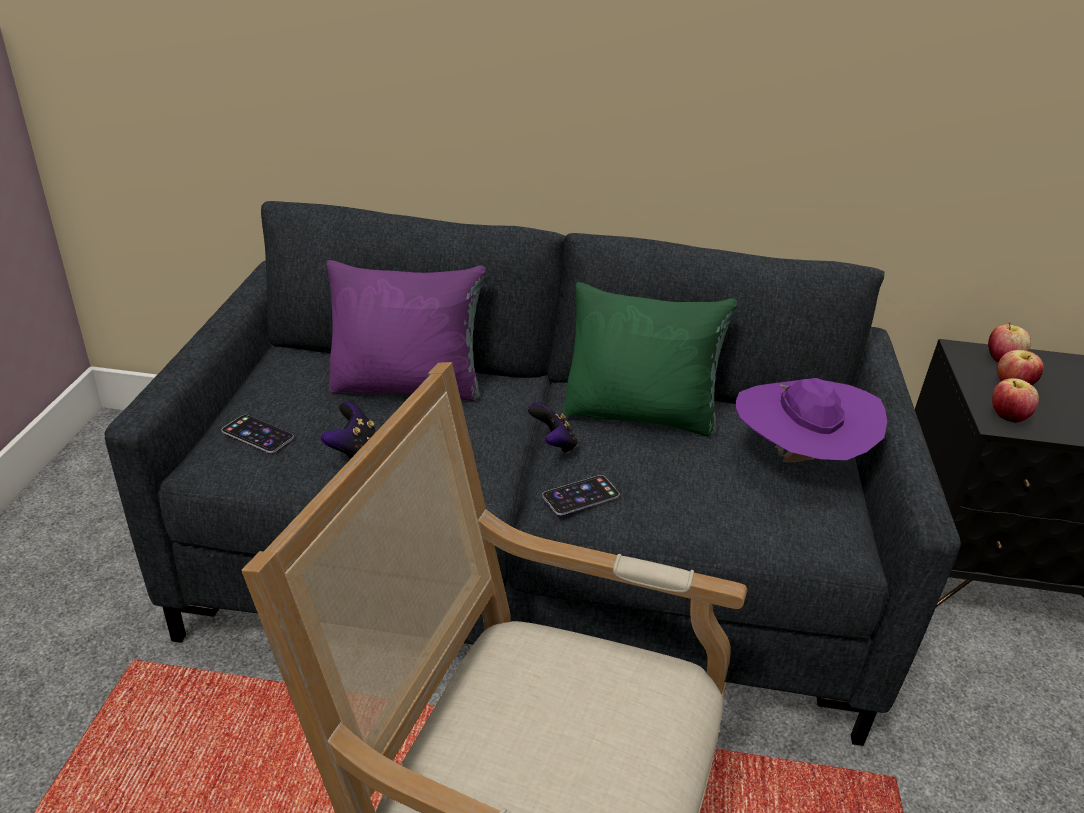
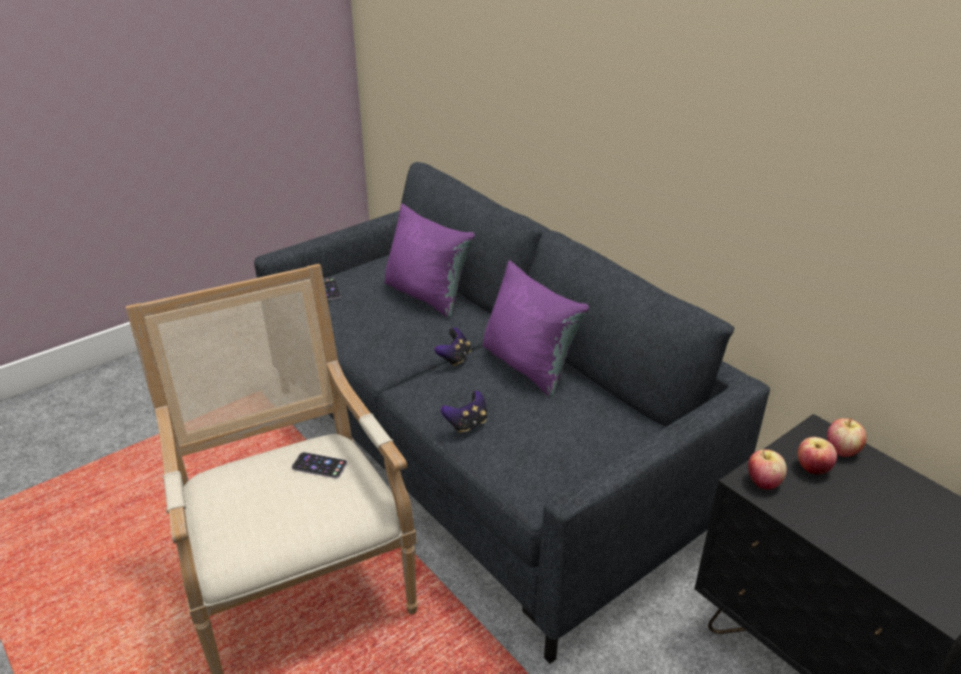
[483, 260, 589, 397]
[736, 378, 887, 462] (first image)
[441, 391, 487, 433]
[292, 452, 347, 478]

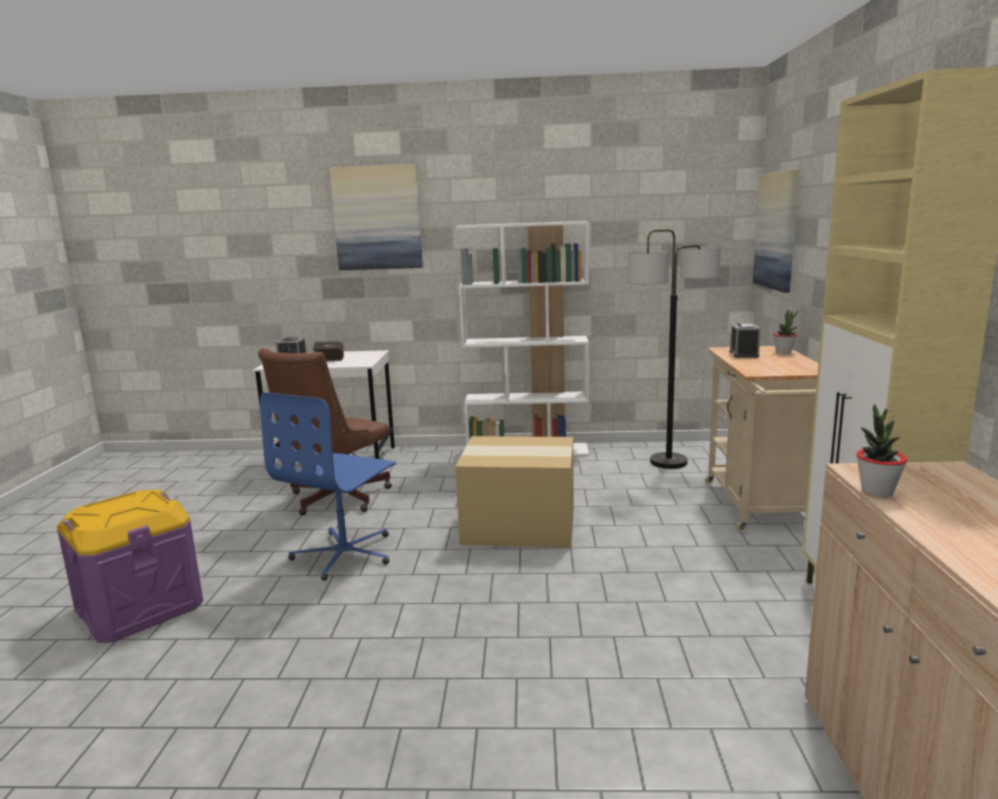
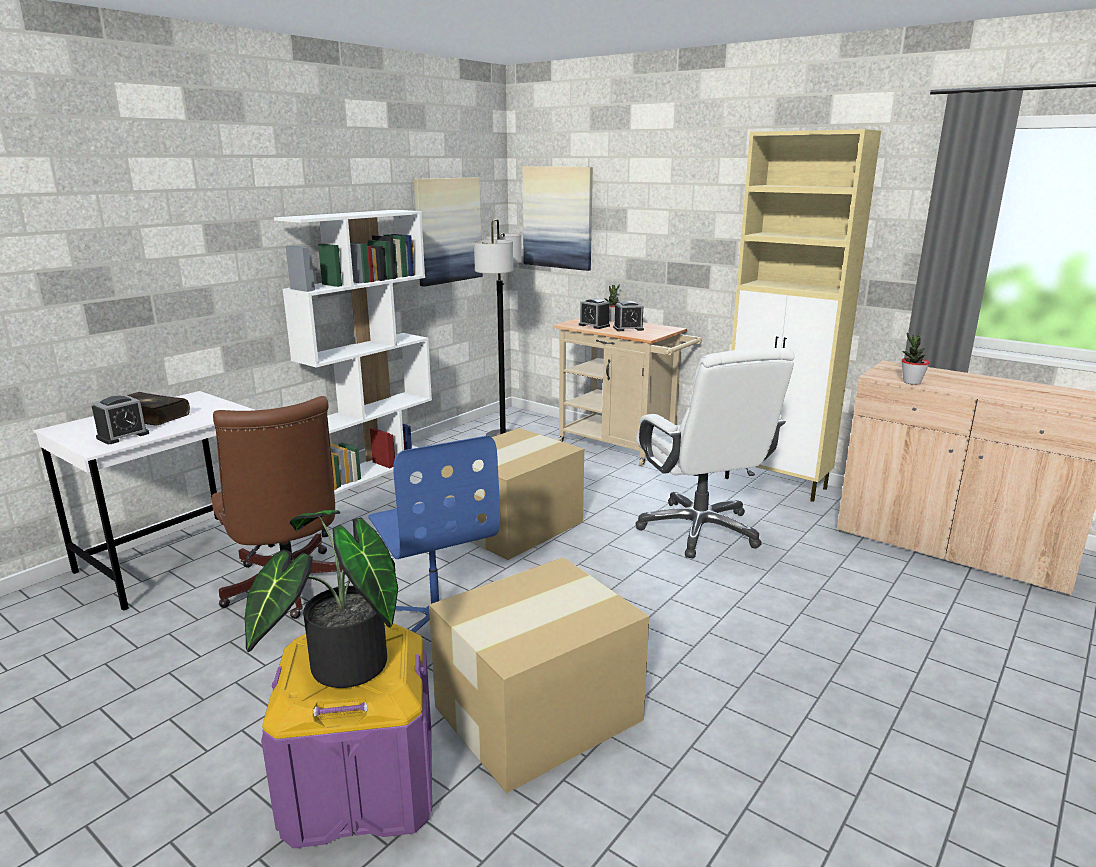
[414, 177, 483, 287]
[613, 301, 644, 331]
[636, 348, 794, 558]
[245, 510, 398, 688]
[429, 557, 649, 793]

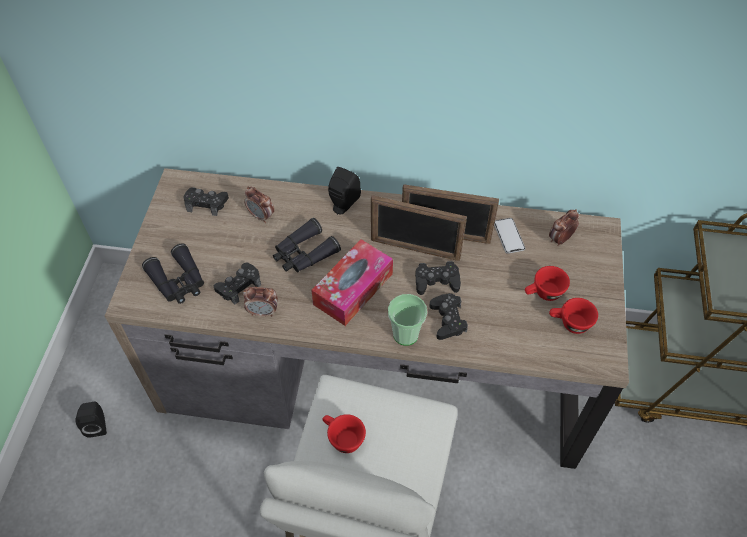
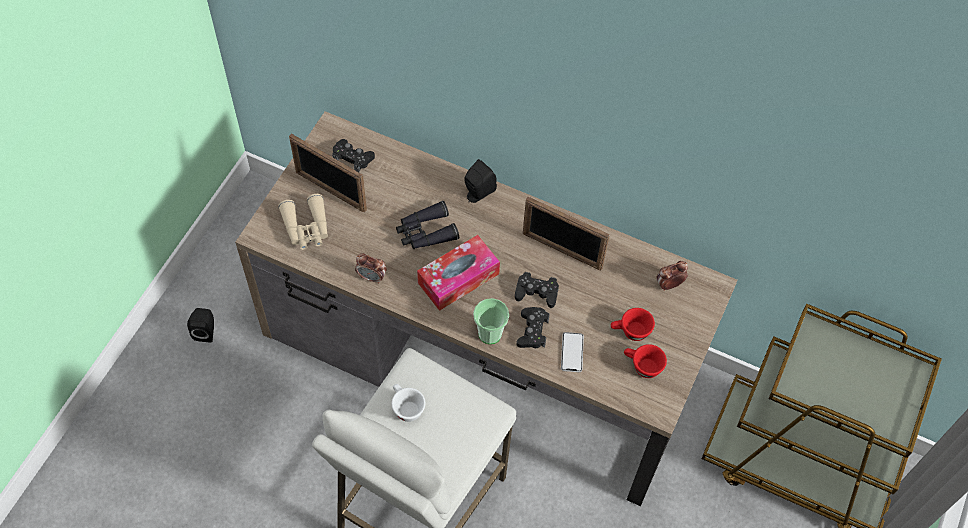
[244, 187, 274, 223] (first image)
[289, 134, 367, 212]
[561, 332, 584, 372]
[278, 194, 328, 250]
[214, 263, 261, 305] (first image)
[392, 384, 425, 422]

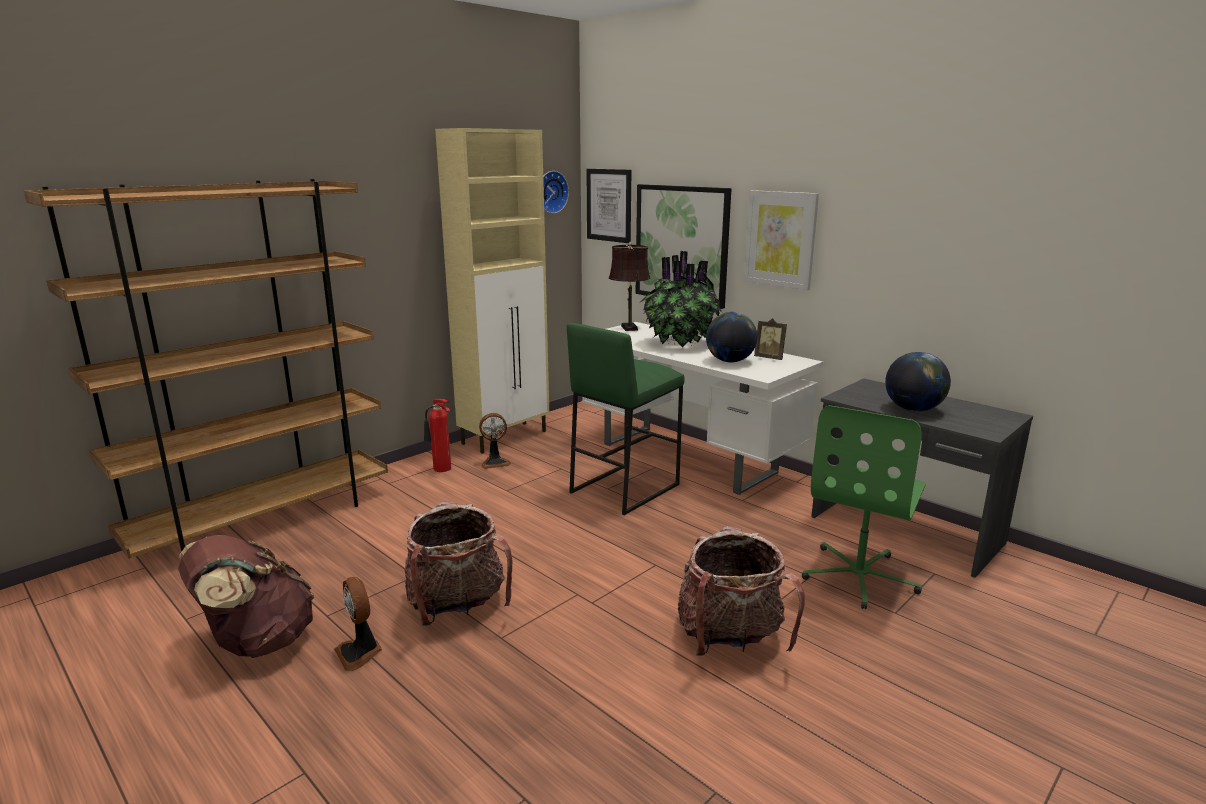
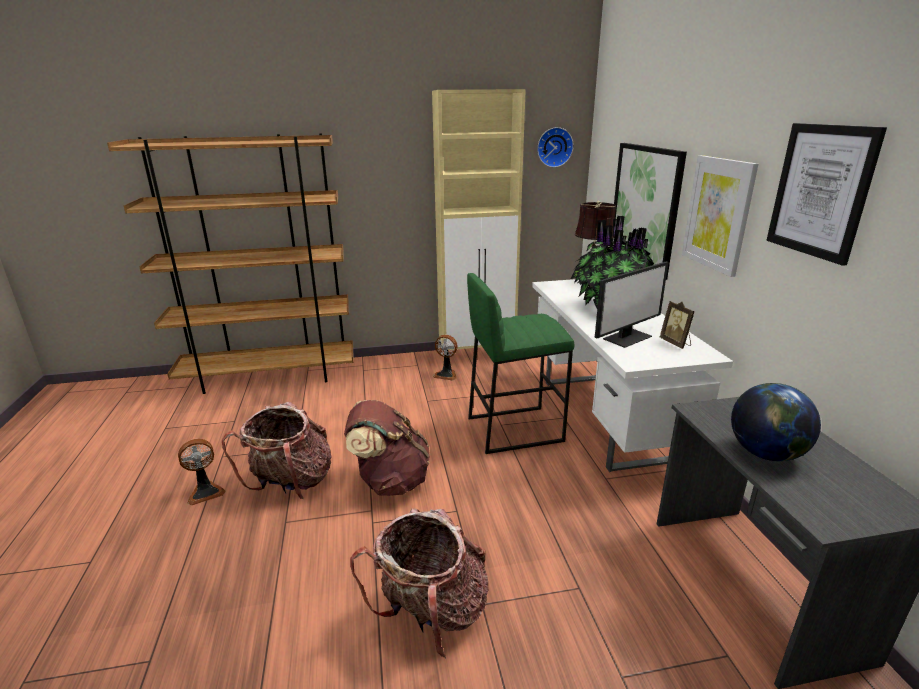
[767, 123, 887, 266]
[595, 262, 669, 348]
[424, 399, 451, 472] (first image)
[802, 405, 926, 609] (first image)
[344, 400, 430, 496]
[178, 439, 225, 506]

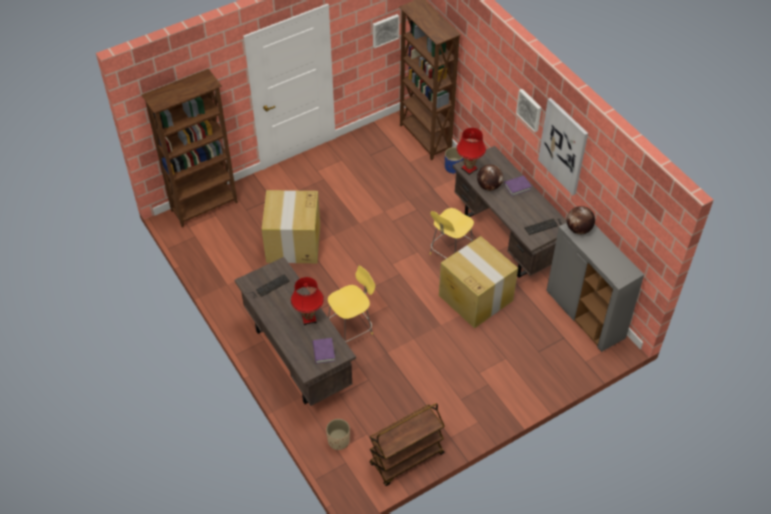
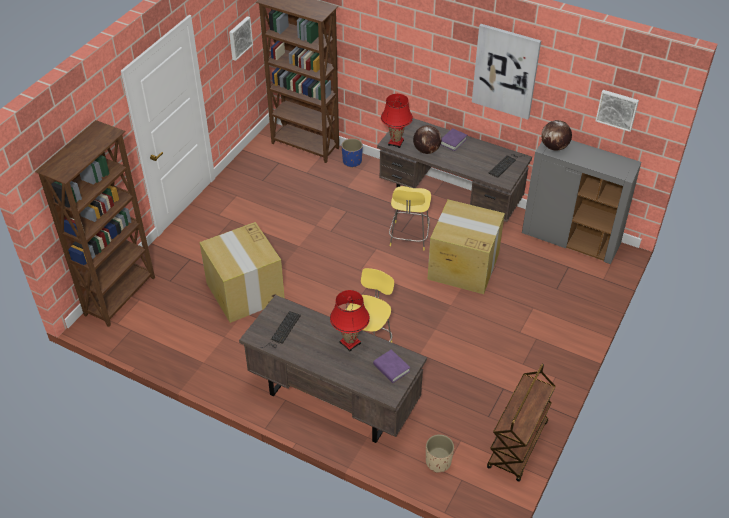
[596, 90, 639, 132]

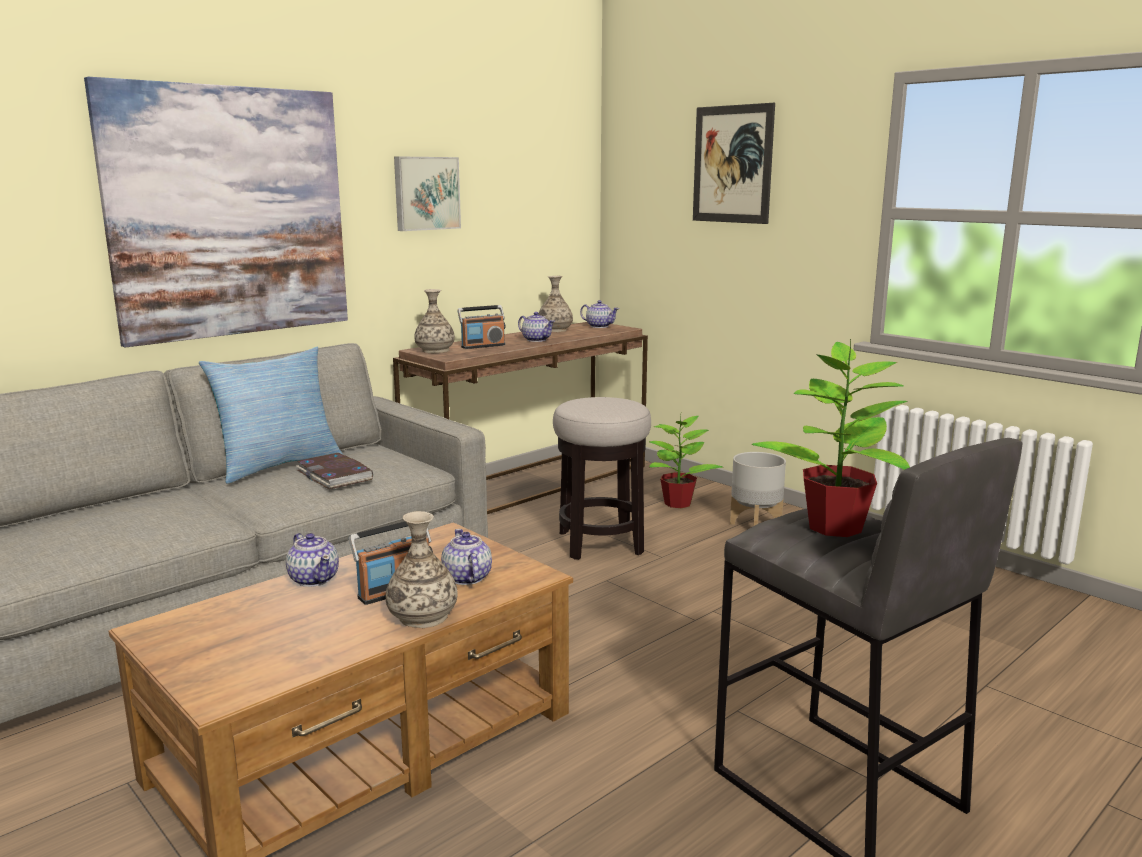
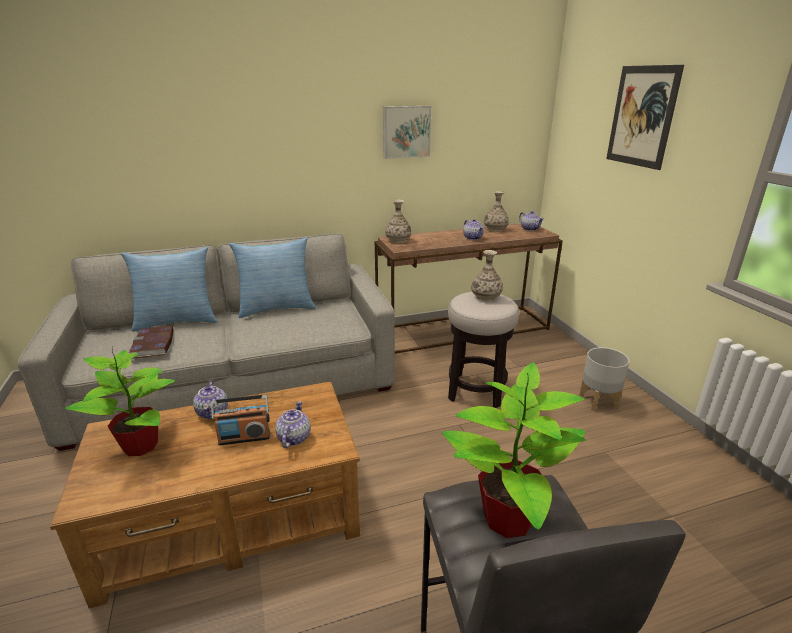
[84, 77, 348, 347] (first image)
[457, 305, 505, 349] (first image)
[65, 347, 175, 456]
[129, 326, 174, 359]
[471, 250, 503, 301]
[121, 247, 218, 332]

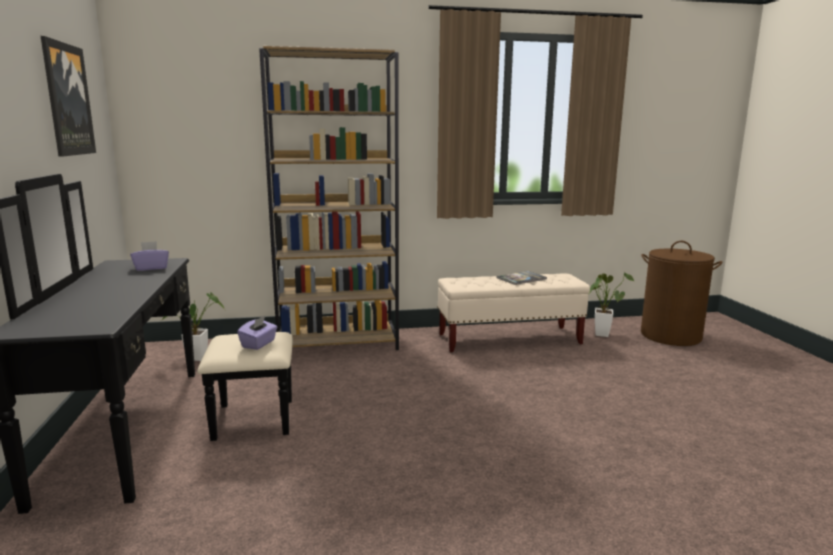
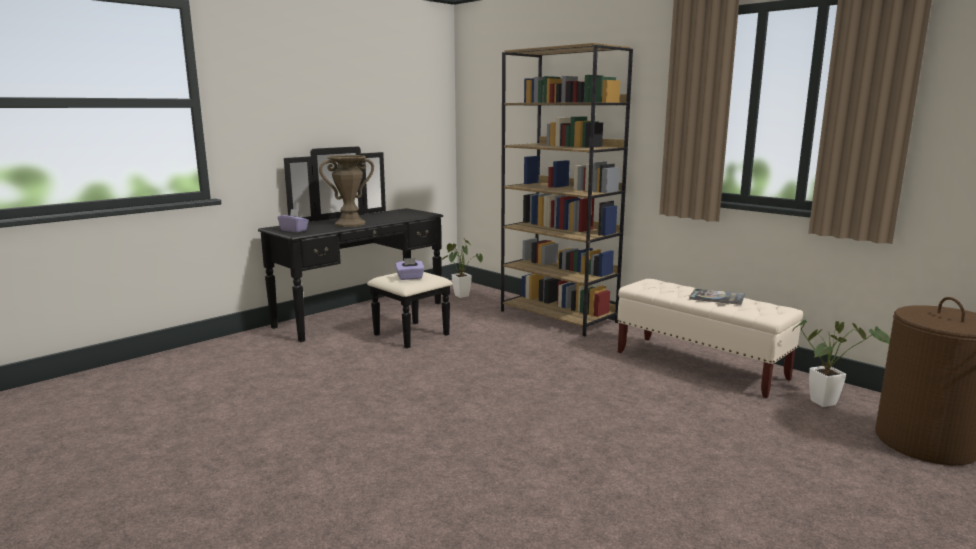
[41, 36, 96, 157] (first image)
[278, 209, 309, 232]
[319, 155, 374, 227]

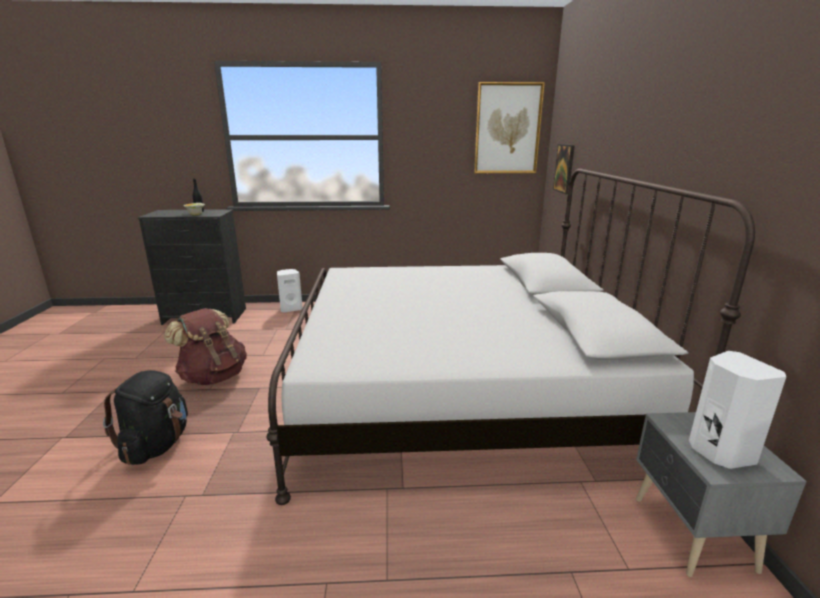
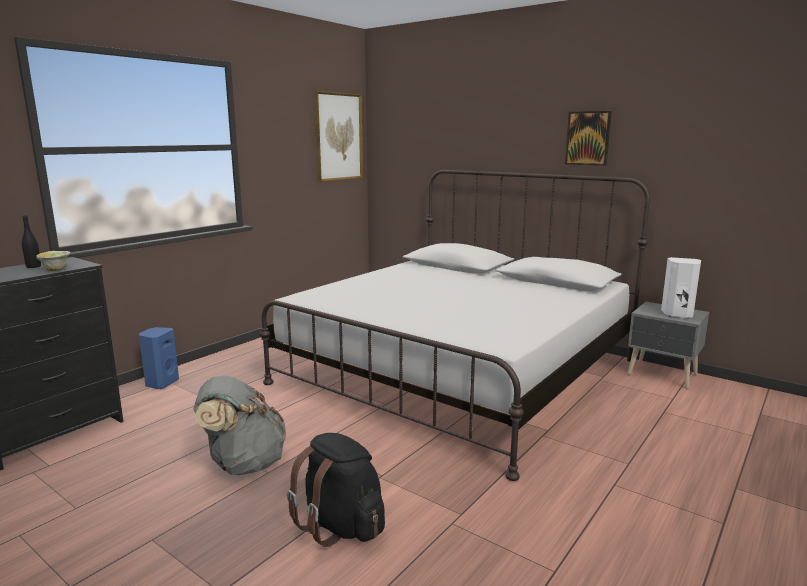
[565, 111, 612, 166]
[139, 327, 179, 389]
[193, 376, 286, 475]

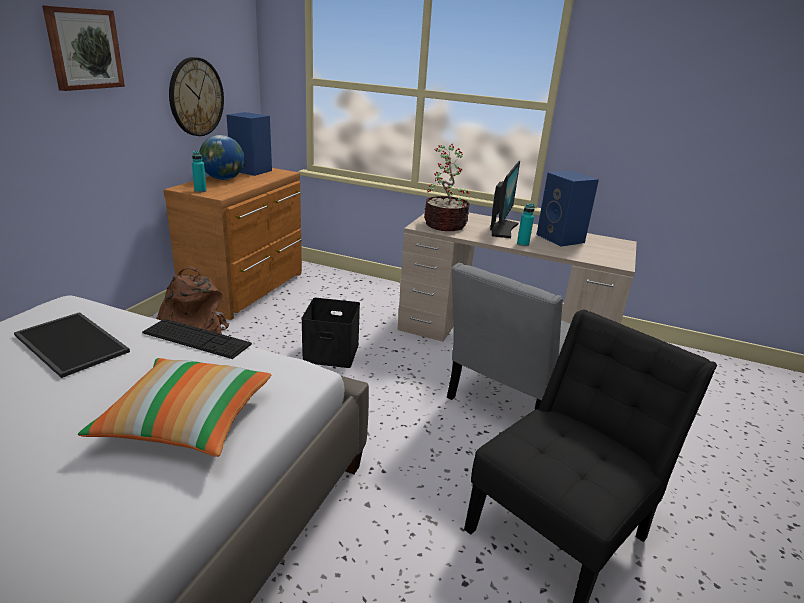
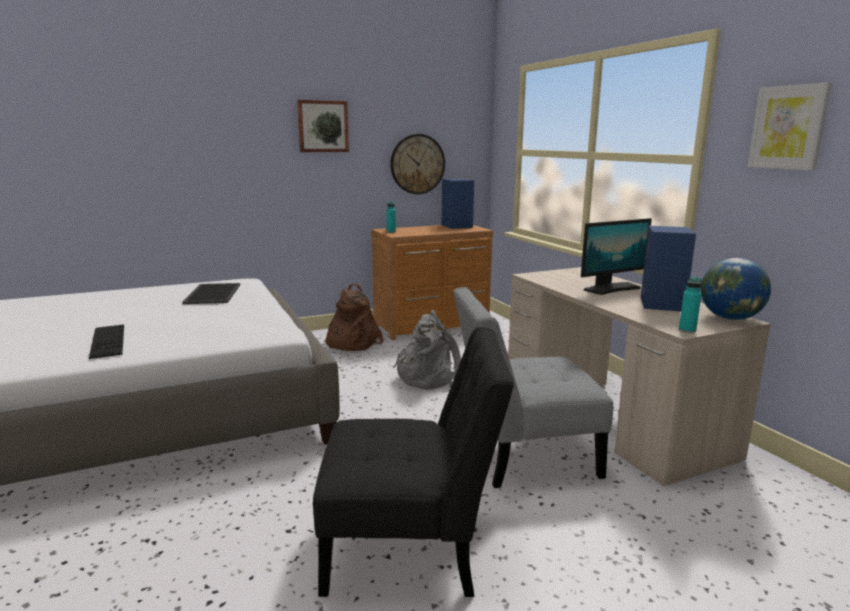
[701, 258, 771, 320]
[424, 144, 470, 231] (first image)
[679, 277, 702, 333]
[393, 310, 461, 390]
[89, 325, 124, 359]
[78, 358, 271, 457] (first image)
[748, 82, 832, 170]

